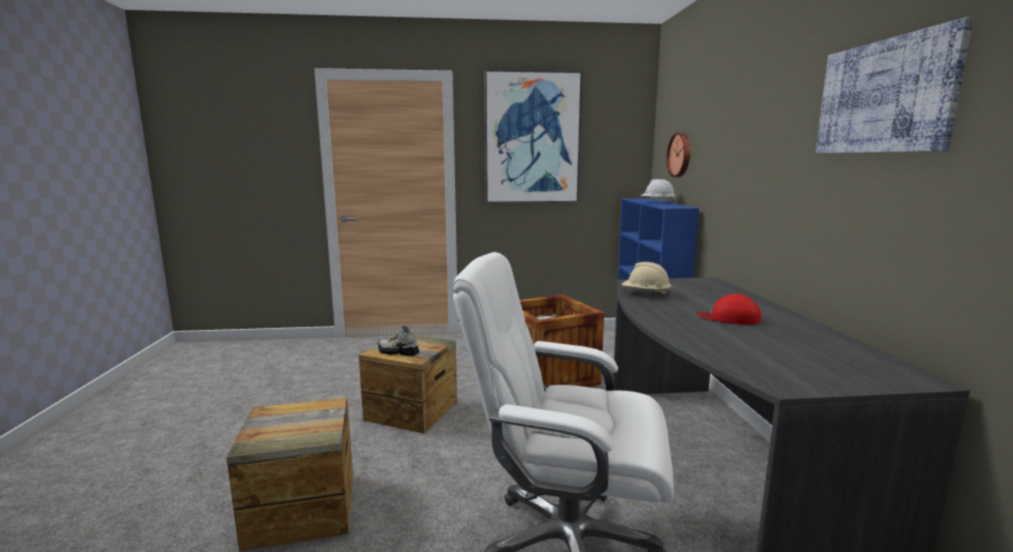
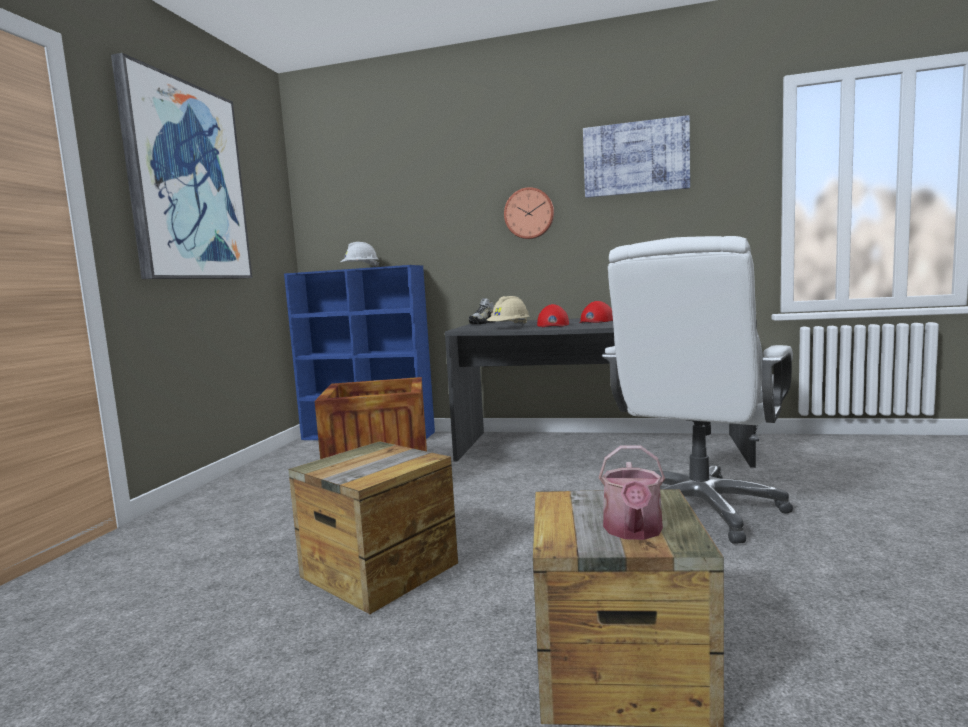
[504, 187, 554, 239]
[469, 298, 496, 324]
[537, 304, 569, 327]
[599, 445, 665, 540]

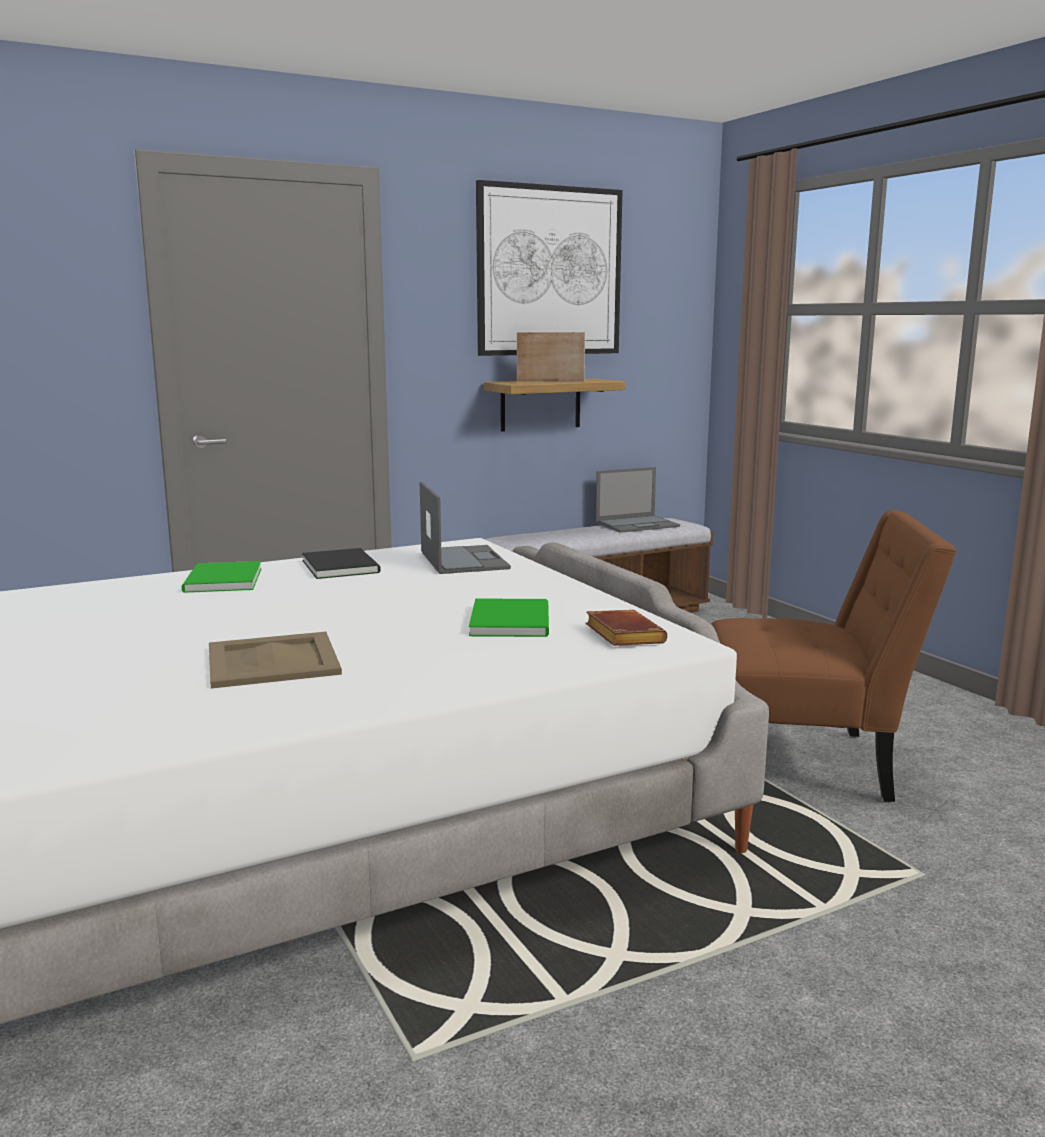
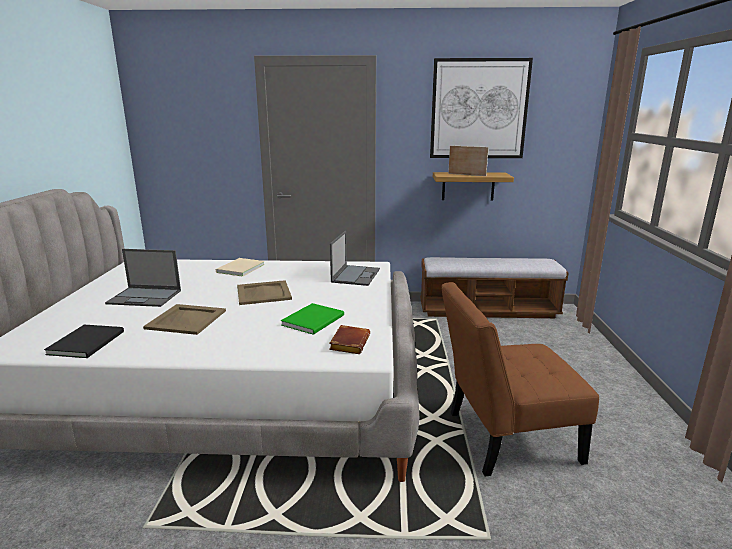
[105, 249, 181, 307]
[441, 282, 599, 477]
[44, 325, 124, 358]
[216, 258, 265, 277]
[237, 280, 292, 305]

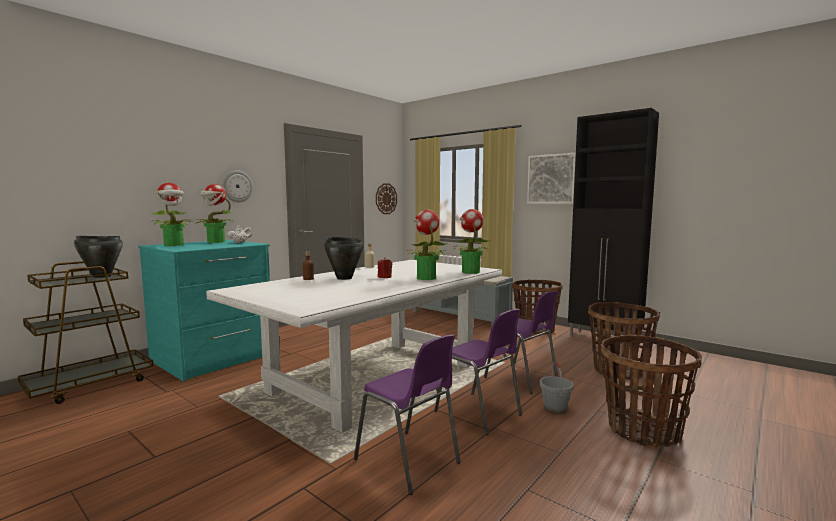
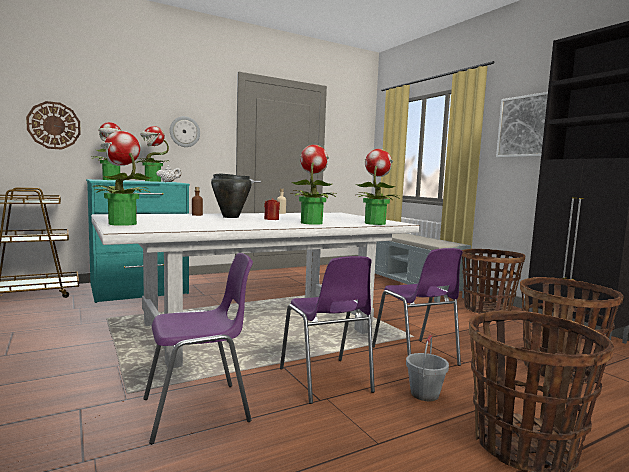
[26, 101, 81, 149]
[74, 236, 123, 278] (first image)
[143, 253, 253, 444]
[92, 131, 152, 226]

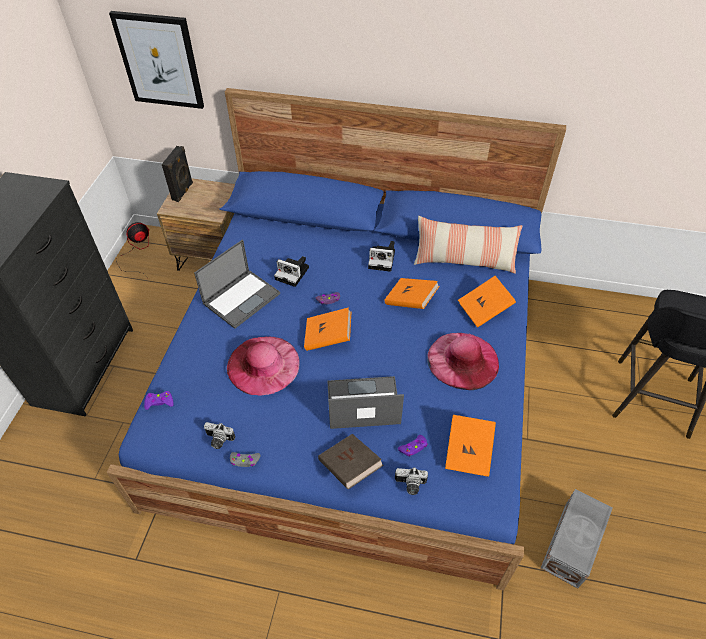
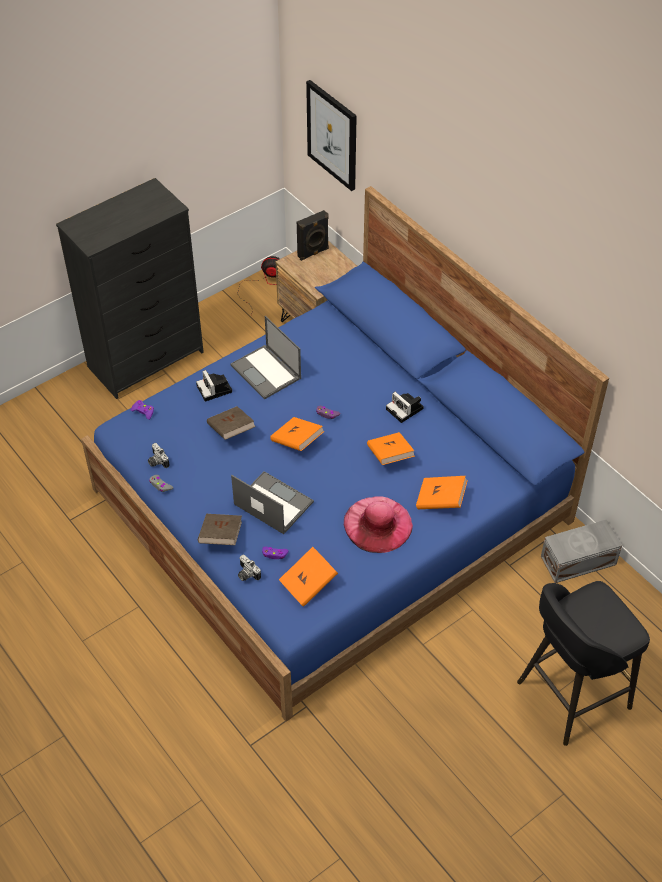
[414, 216, 523, 274] (first image)
[231, 316, 301, 400]
[196, 370, 232, 402]
[207, 406, 256, 440]
[541, 519, 622, 583]

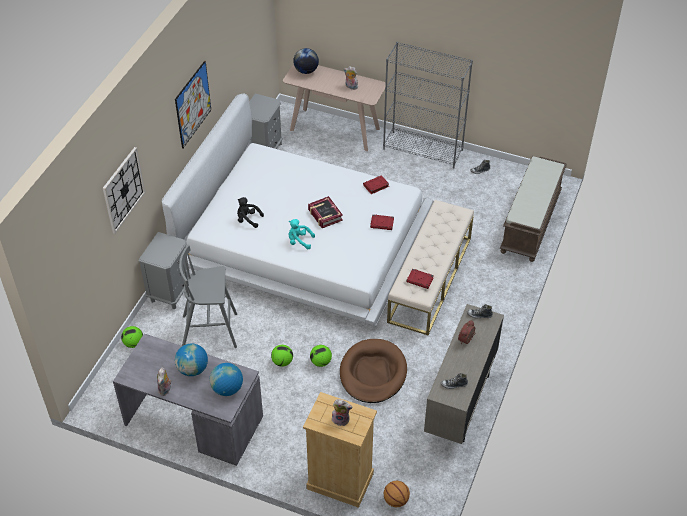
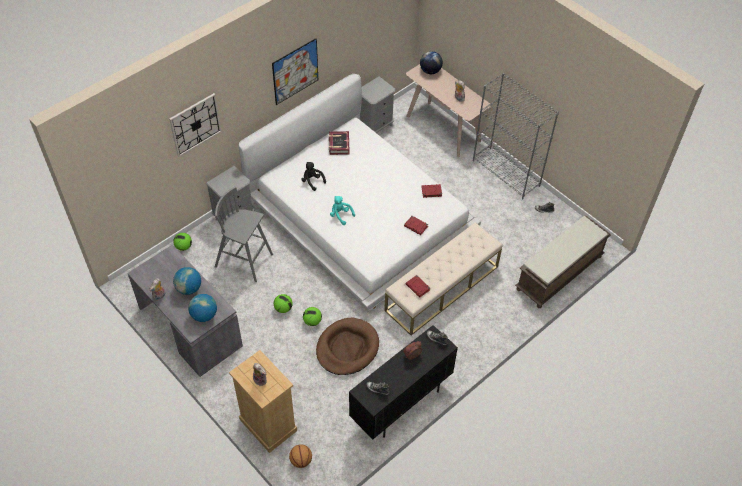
[329, 131, 349, 155]
[349, 325, 458, 440]

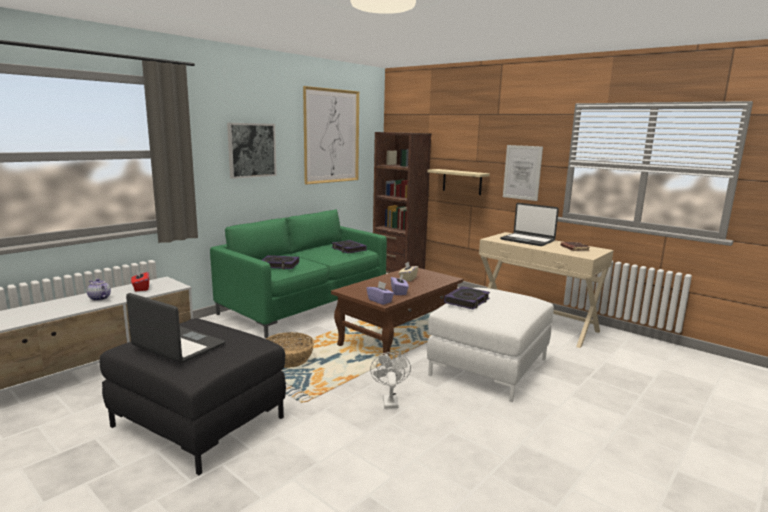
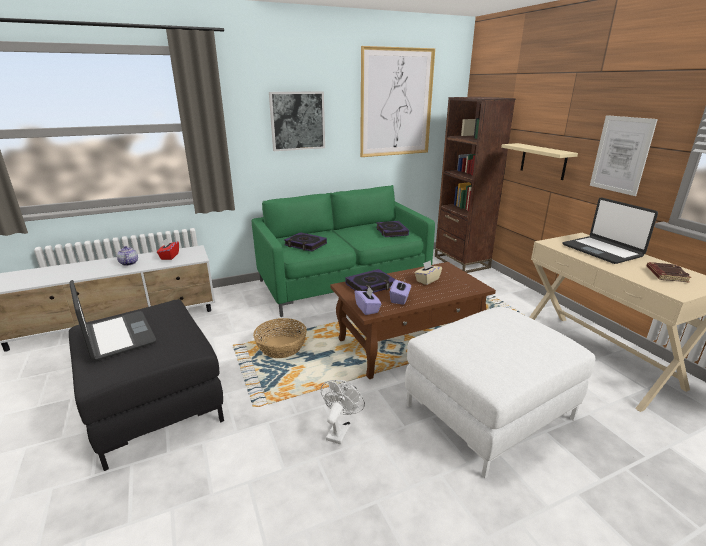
[345, 269, 396, 293]

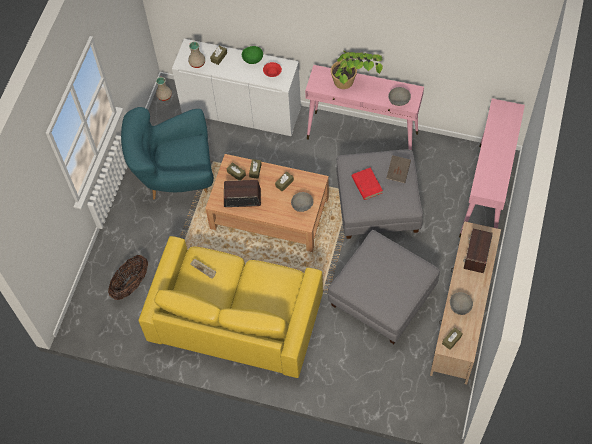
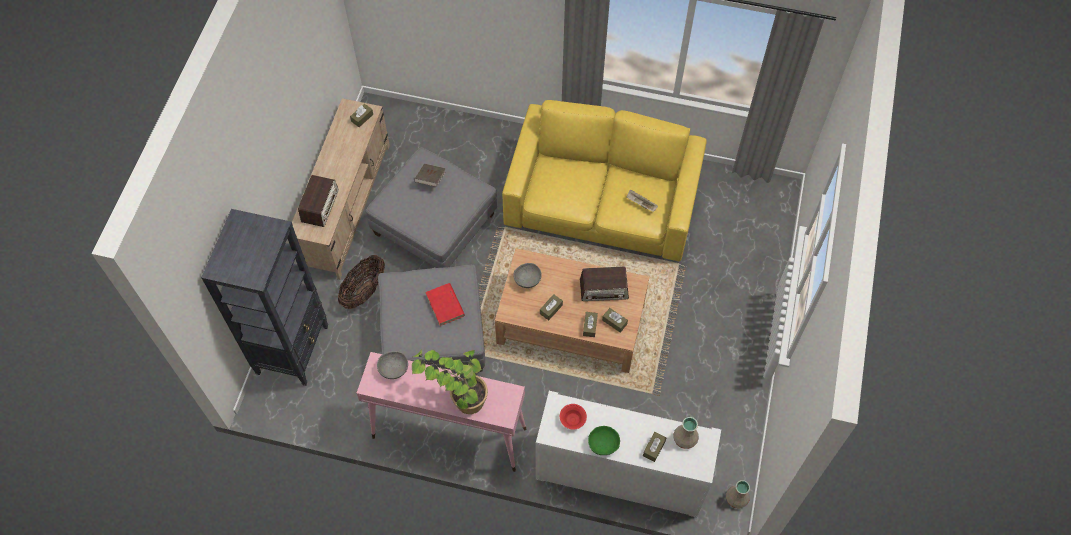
[201, 209, 328, 386]
[121, 107, 214, 199] (first image)
[414, 164, 446, 187]
[338, 255, 385, 309]
[450, 292, 473, 315] (first image)

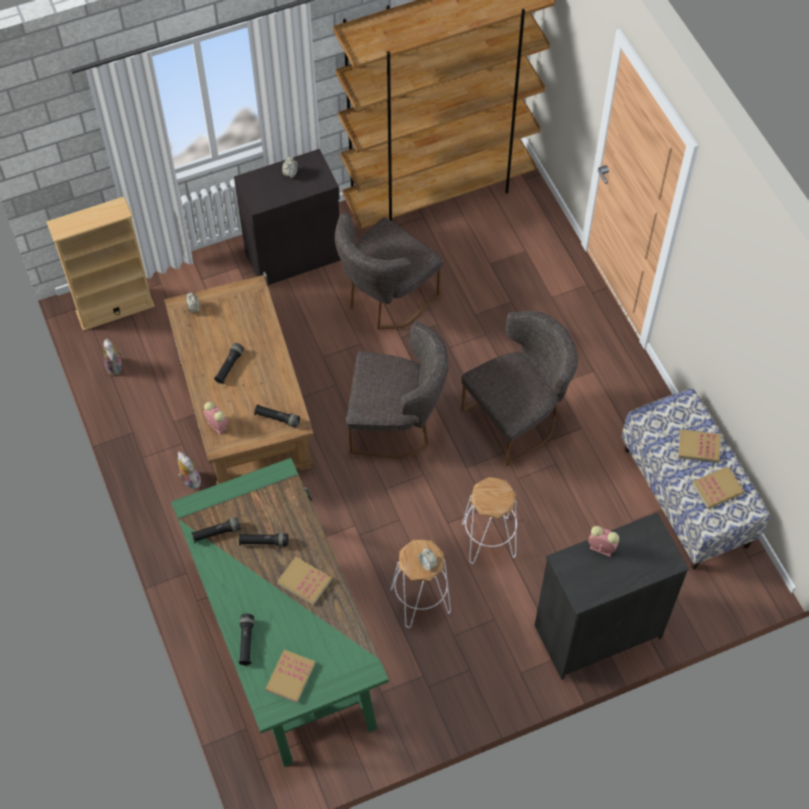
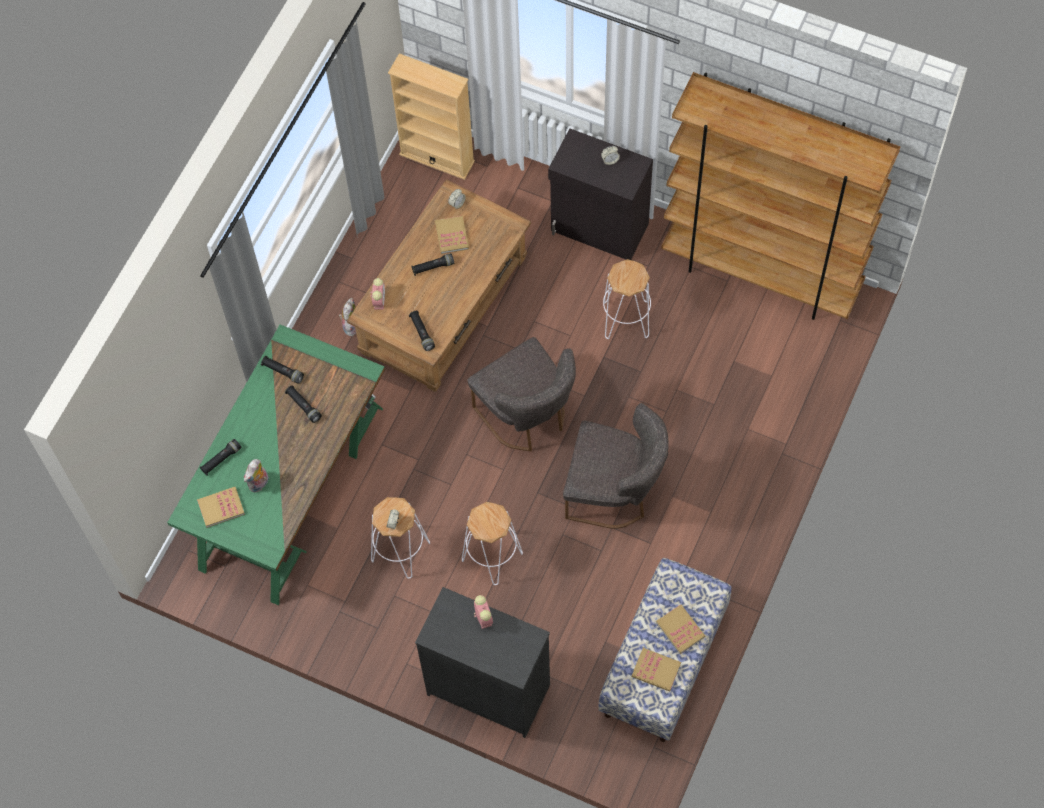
[603, 259, 651, 339]
[244, 459, 269, 493]
[435, 216, 469, 254]

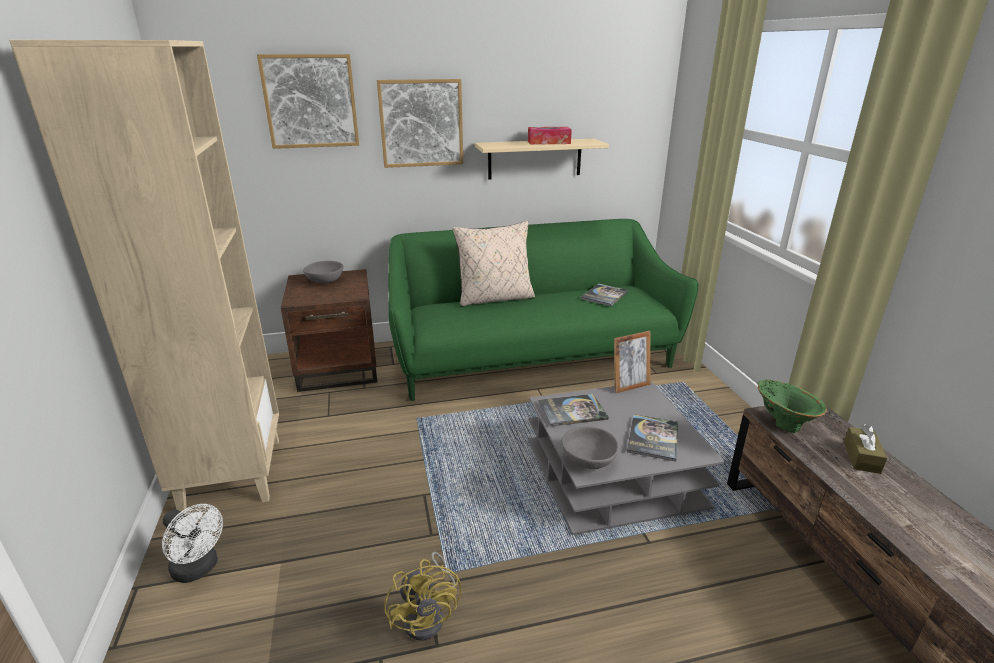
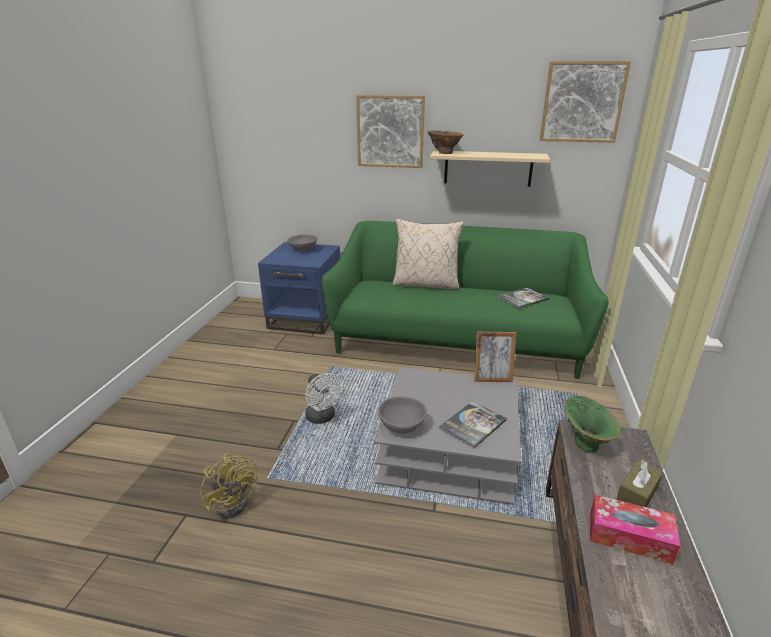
[9, 40, 279, 514] (first image)
[540, 61, 631, 143]
[590, 495, 680, 564]
[258, 242, 340, 334]
[538, 394, 609, 427] (first image)
[305, 373, 343, 424]
[200, 453, 258, 518]
[427, 131, 464, 154]

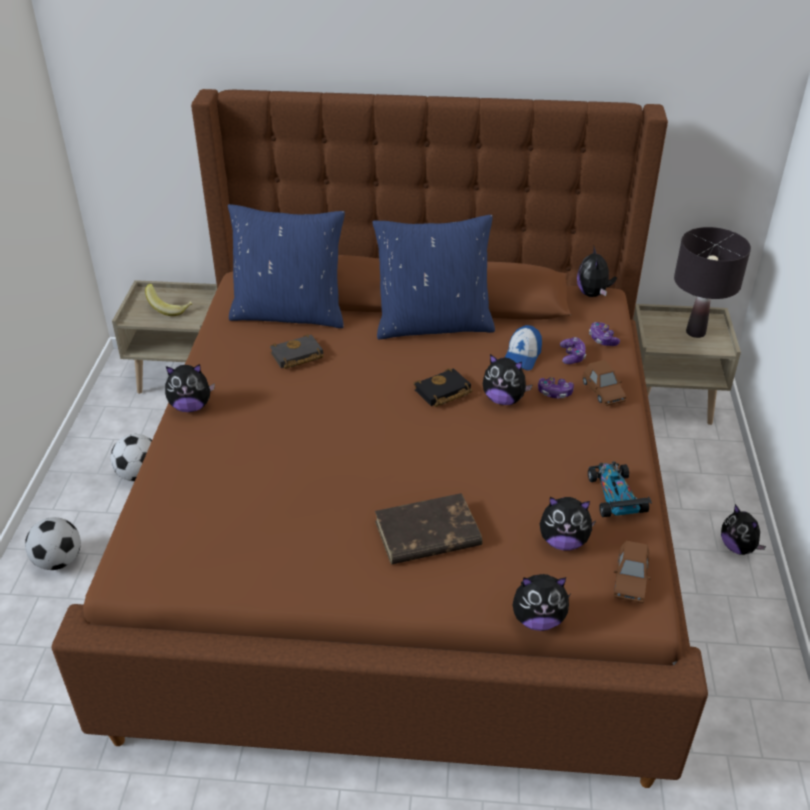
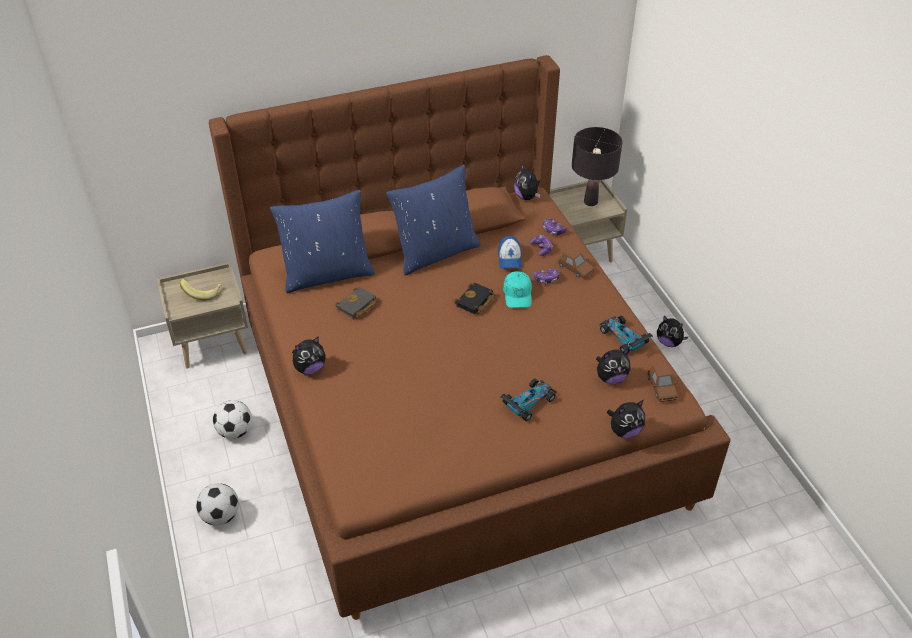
[503, 271, 532, 308]
[501, 379, 557, 421]

